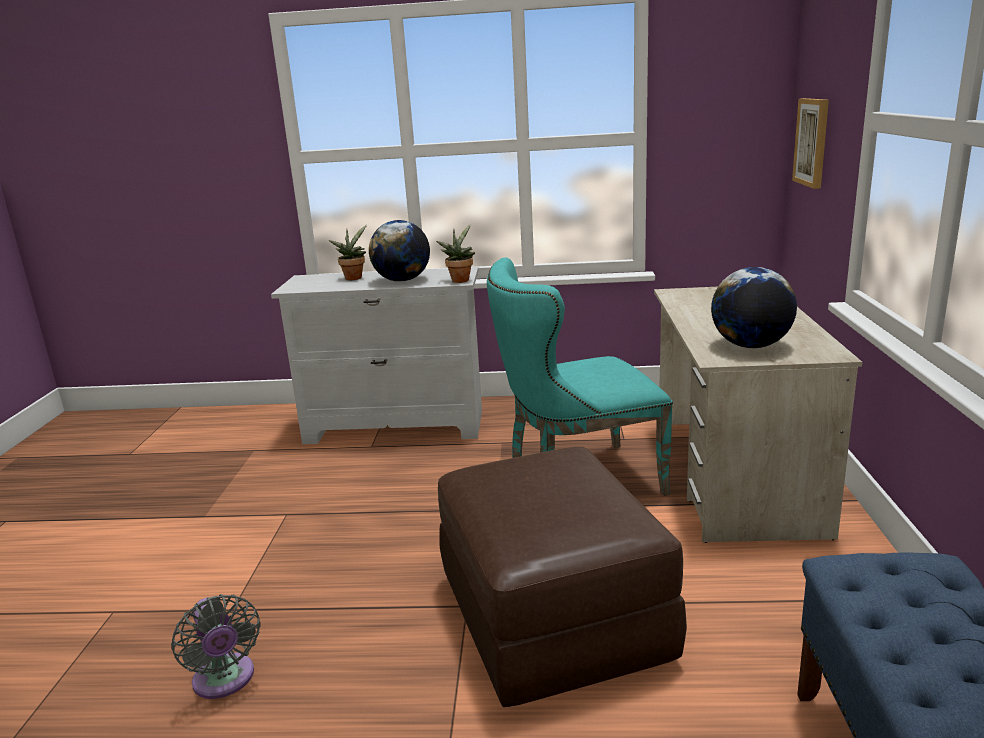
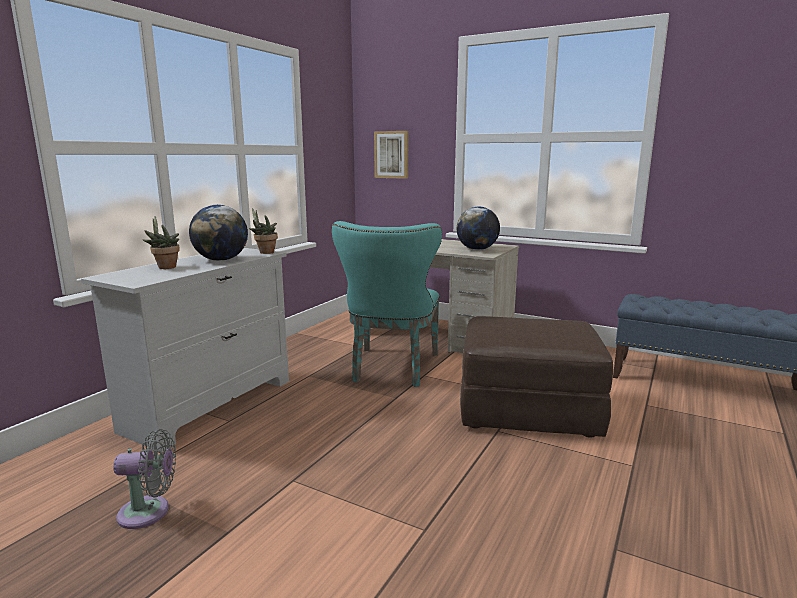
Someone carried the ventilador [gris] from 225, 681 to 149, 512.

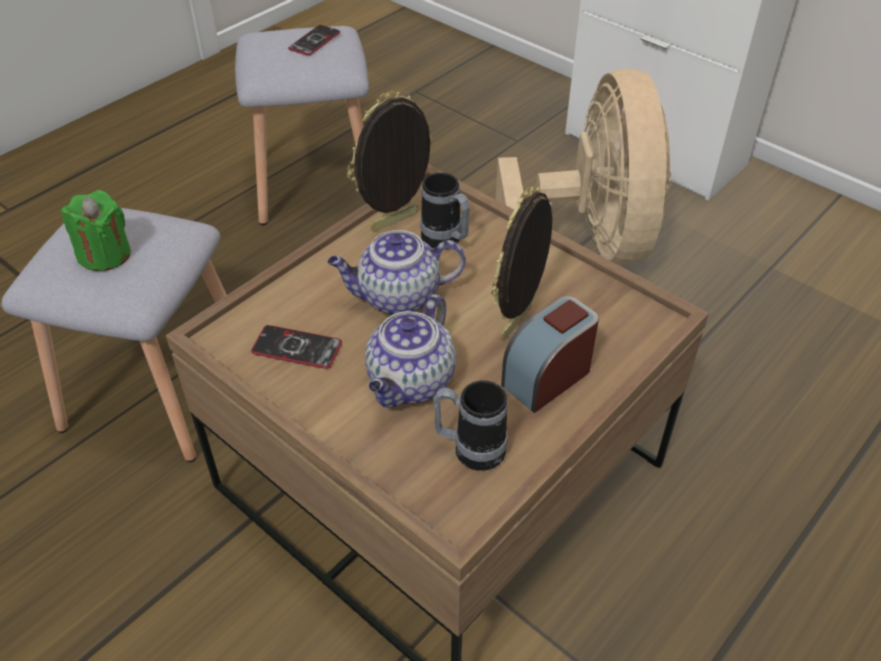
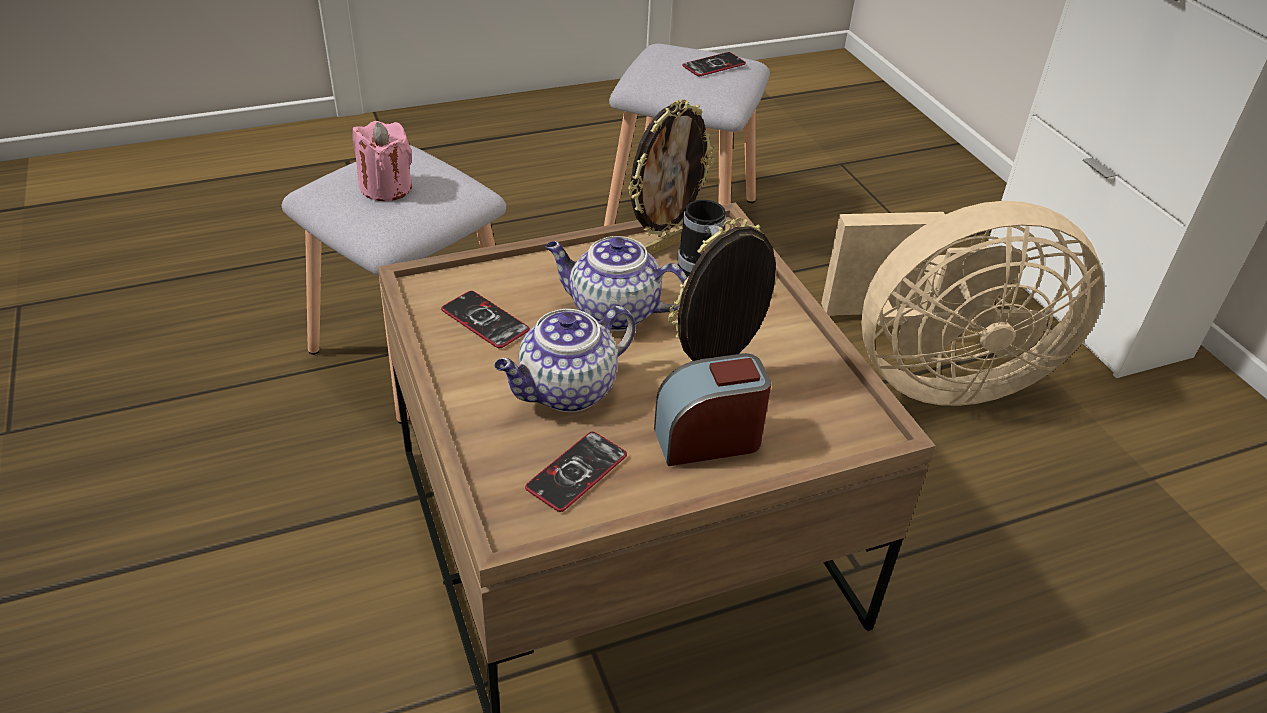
Someone repainted the vela [verde] at 105, 255, which became the vela [rosa] at 386, 188.
Someone rotated the portarretratos at 396, 223 by 150 degrees clockwise.
Someone swapped the taza grande at 469, 449 for the móvil at 577, 472.
Someone rotated the ventilador [beis] at 587, 247 by 60 degrees clockwise.

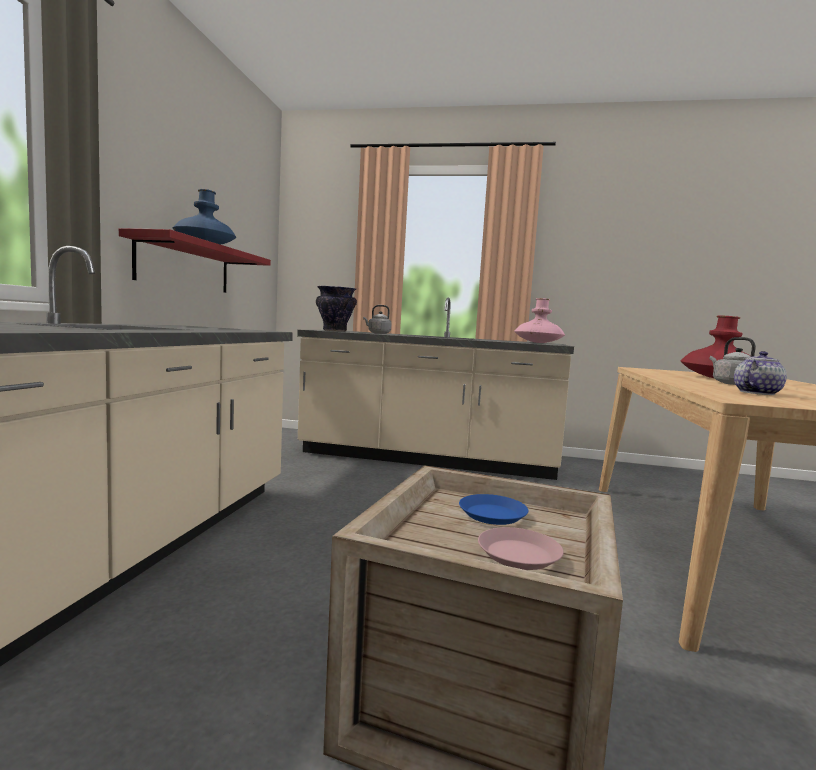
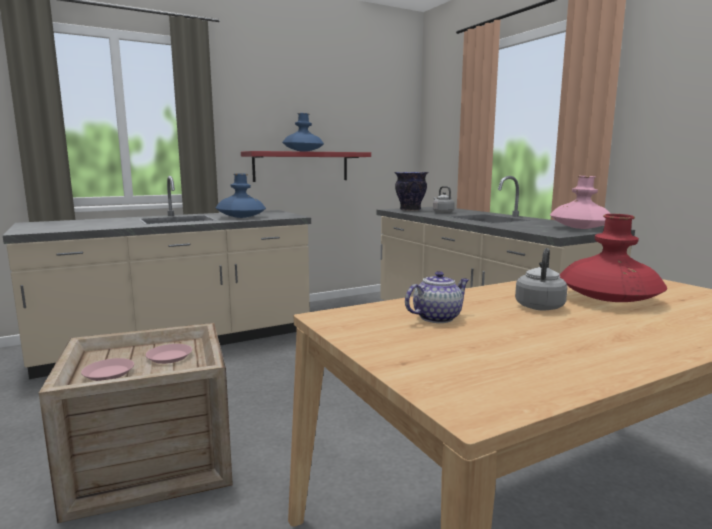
Someone repainted the plato [azul] at 492, 515, which became the plato [rosa] at 169, 357.
Someone rotated the tetera at 757, 393 by 45 degrees counterclockwise.
Someone put down the florero [azul] at 241, 217.

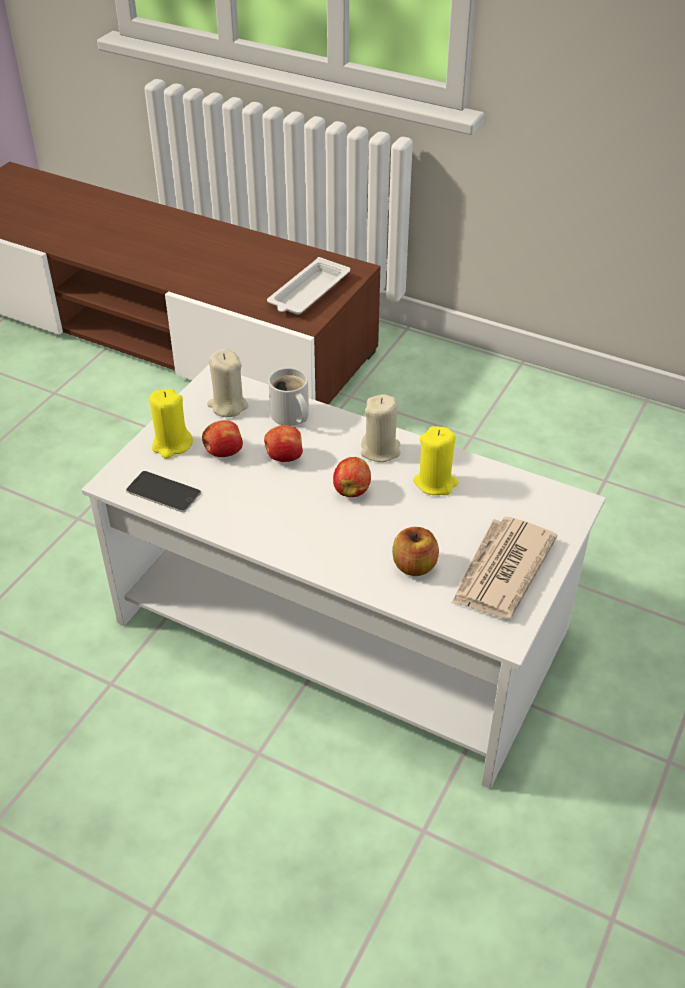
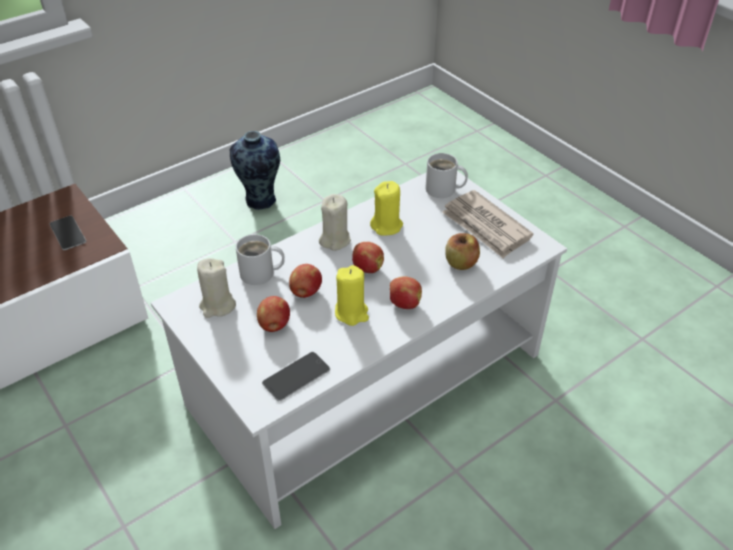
Someone carried the vela [amarillo] from 171, 445 to 351, 313.
Someone swapped the bandeja [blanco] at 308, 293 for the móvil at 67, 233.
Someone put down the florero at 259, 201.
Someone put down the manzana at 404, 303.
Someone put down the taza grande [blanco] at 443, 190.

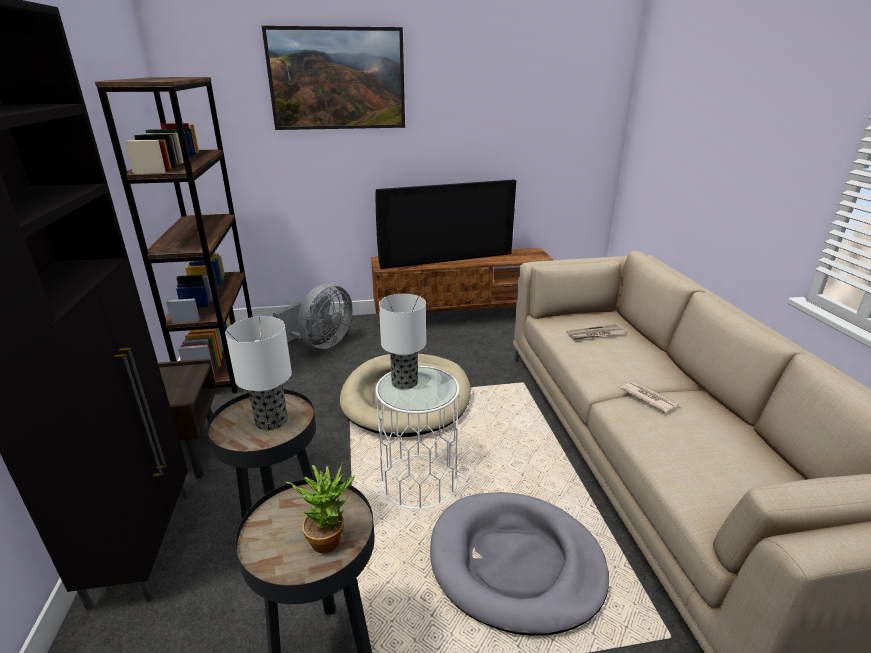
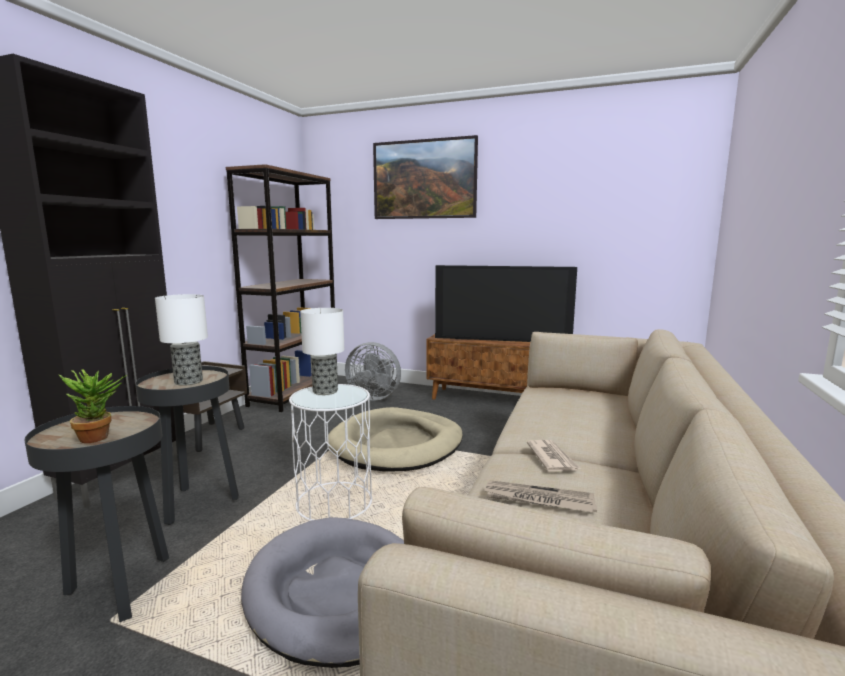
Someone rotated the ventilador [gris] at 321, 344 by 45 degrees clockwise.
Someone carried the periódico from 595, 334 to 538, 500.

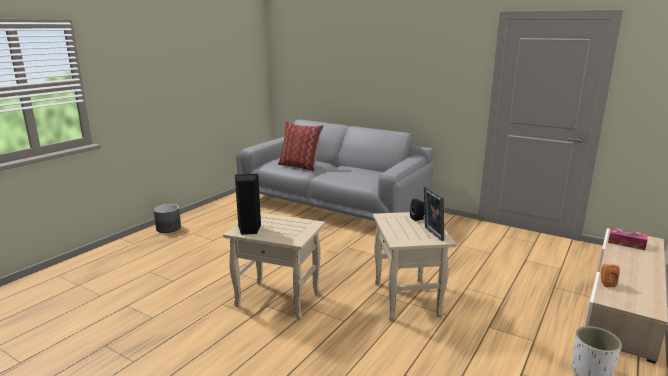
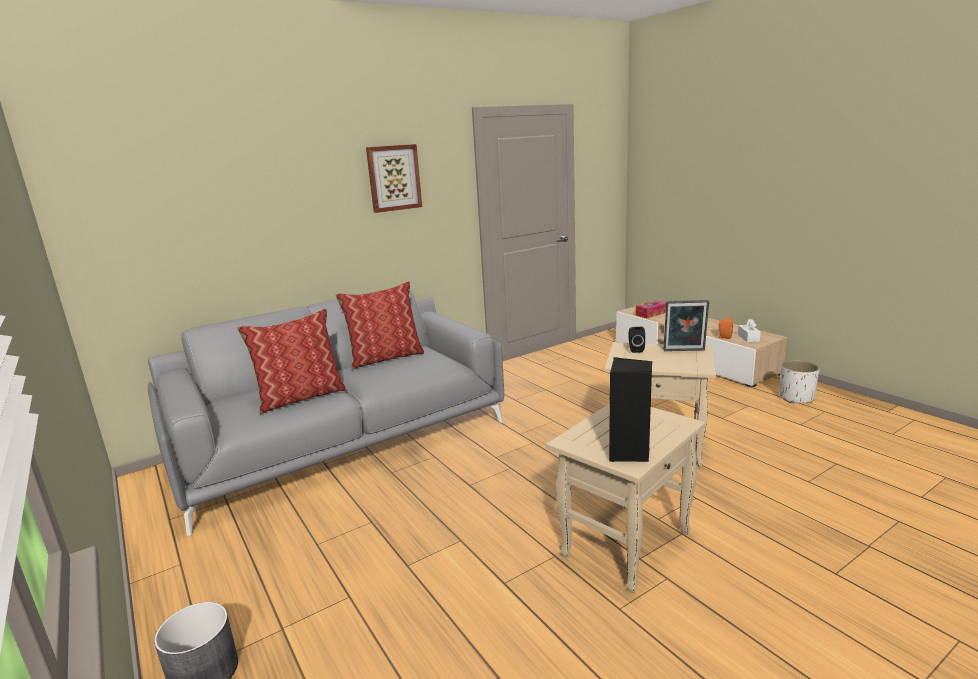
Someone put down the cojín at 385, 358.
Someone put up the cuadro at 394, 178.
Someone put down the caja de pañuelos [blanco] at 748, 338.

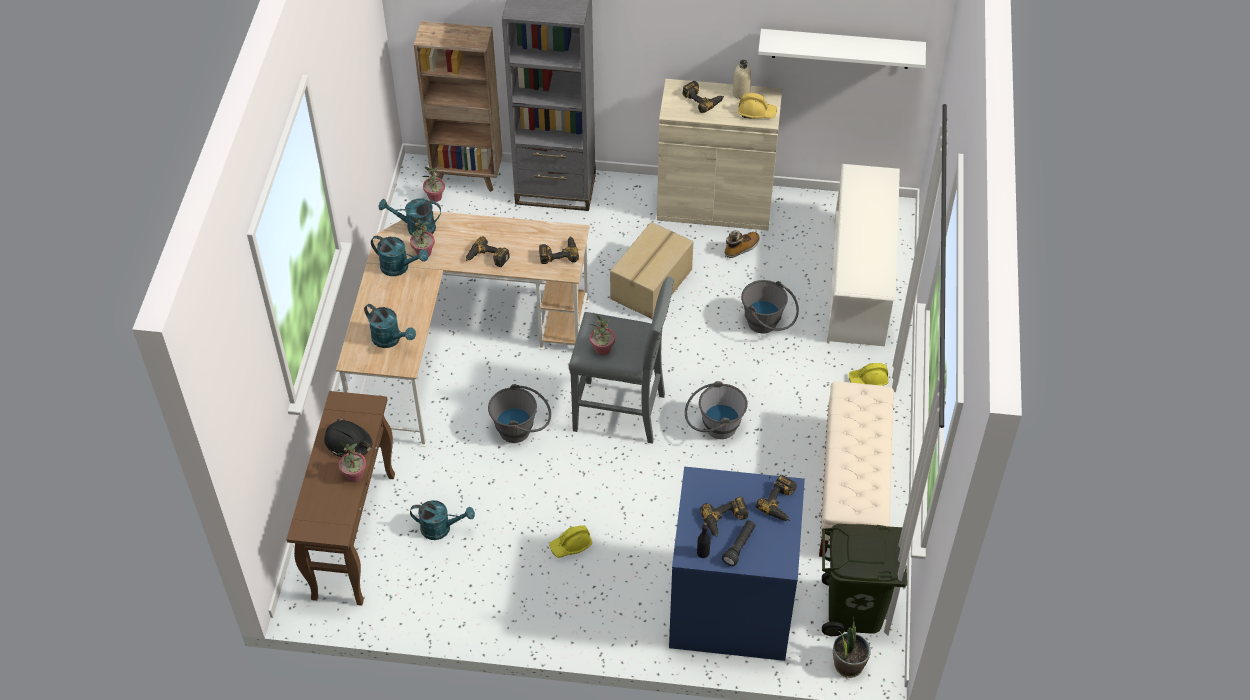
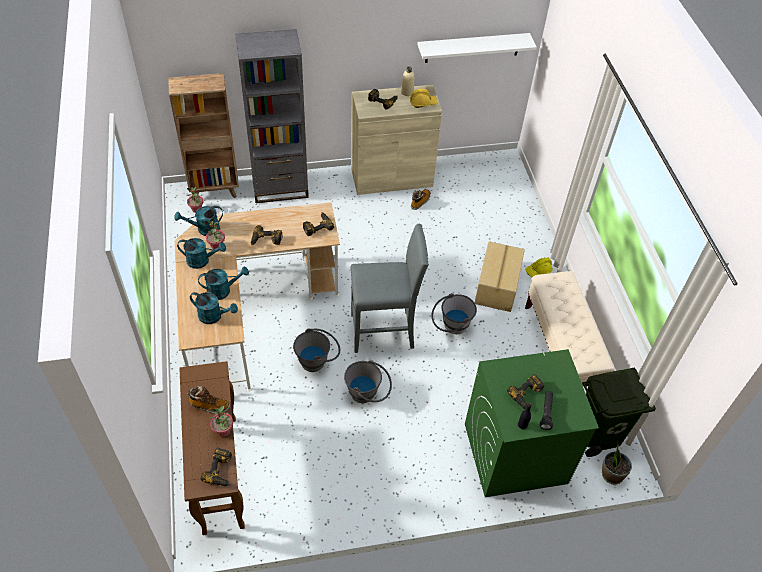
Someone swapped the casco [negro] at 348, 443 for the bota at 209, 405.
Someone carried the regadera [turquesa] from 441, 528 to 223, 290.
Someone took away the casco [amarillo] at 571, 545.
Someone took away the planta en maceta at 602, 349.
Someone carried the caja de cartón from 652, 284 to 498, 286.
Someone repainted the lavadora [azul] at 730, 606, which became the lavadora [verde] at 514, 454.
Someone carried the cubo [gris] from 767, 325 to 367, 394.
Someone carried the taladro from 781, 503 to 222, 471.
Someone took away the zapatero [blanco] at 859, 282.

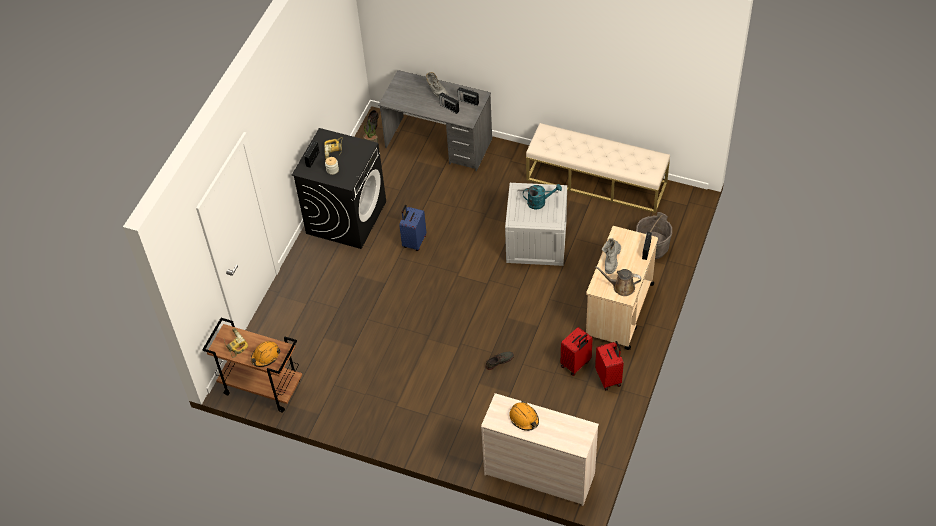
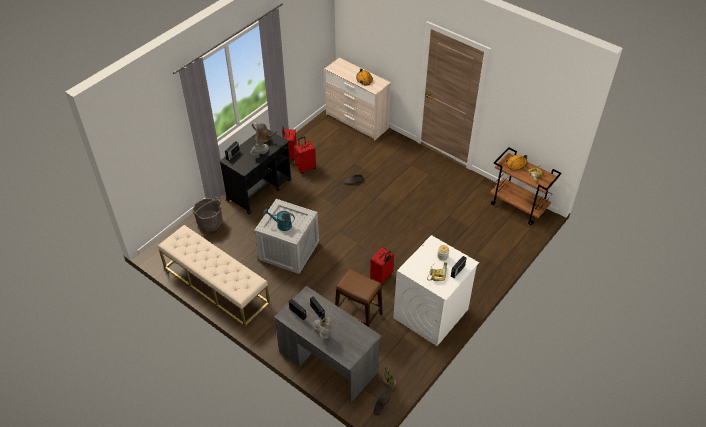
Someone repainted the lavadora [negro] at 346, 217, which became the lavadora [blanco] at 430, 314.
Someone repainted the maleta [azul] at 414, 241, which became the maleta [rojo] at 381, 277.
Someone repainted the carrito [beis] at 619, 311, which became the carrito [negro] at 259, 190.
Someone put down the taburete [marrón] at 358, 315.

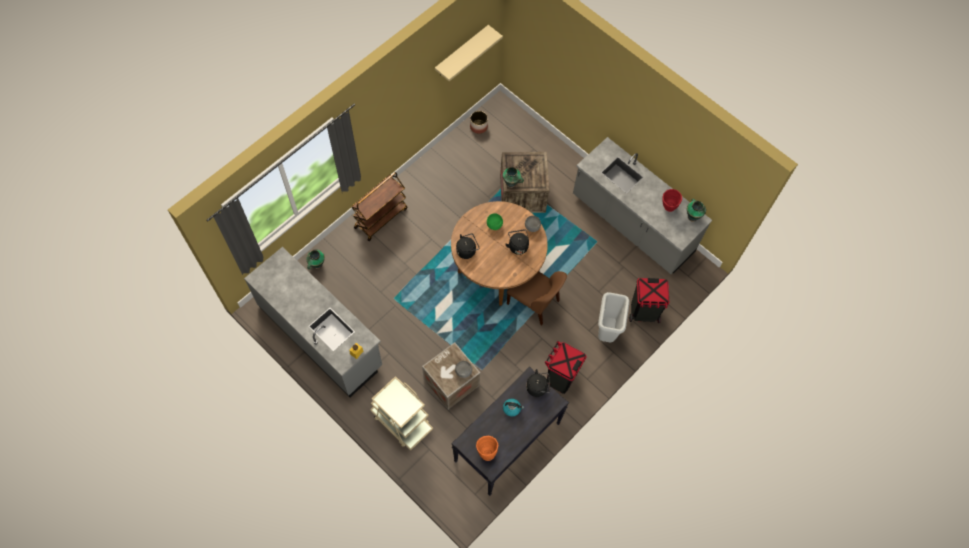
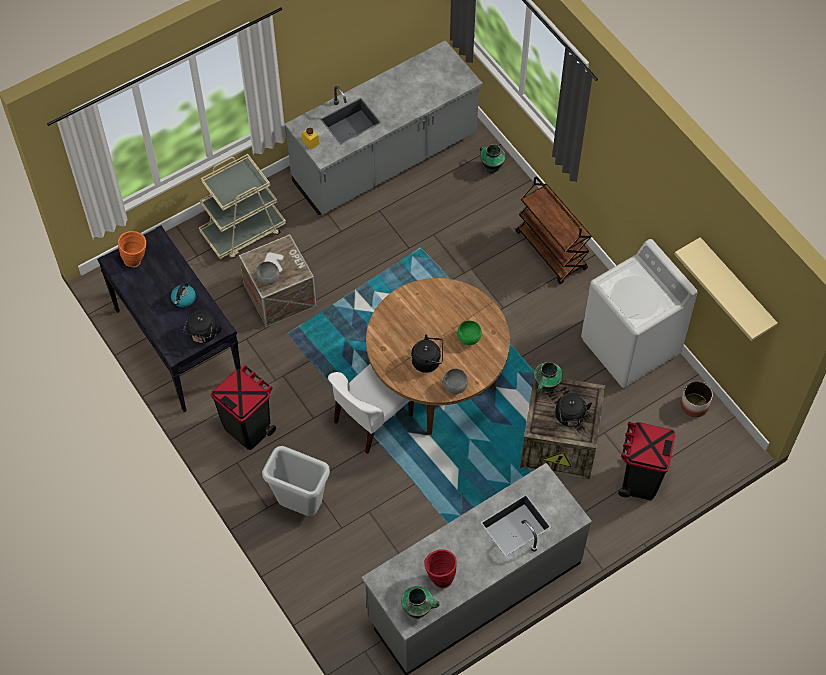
Someone carried the hervidor [negro] from 467, 250 to 570, 417.
Someone repainted the silla [marrón] at 534, 303, which became the silla [blanco] at 371, 419.
Someone carried the papelera [negro] from 644, 312 to 639, 480.
Someone put down the lavadora [blanco] at 630, 347.

